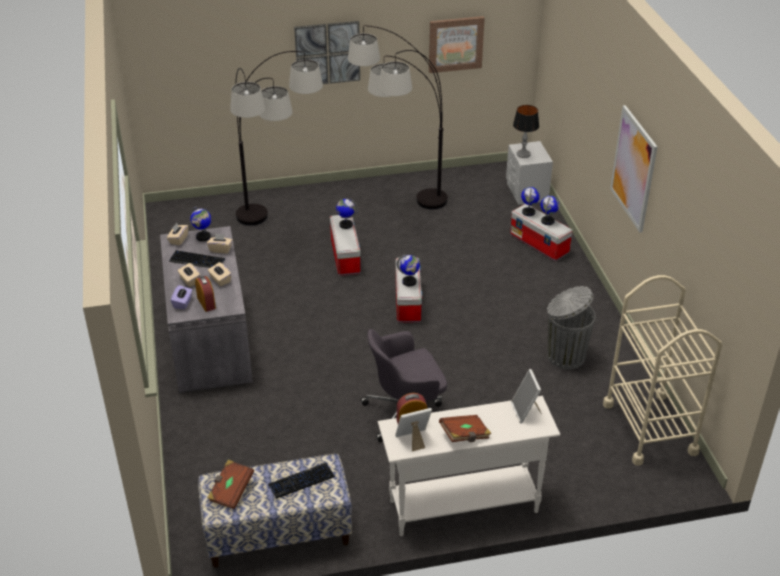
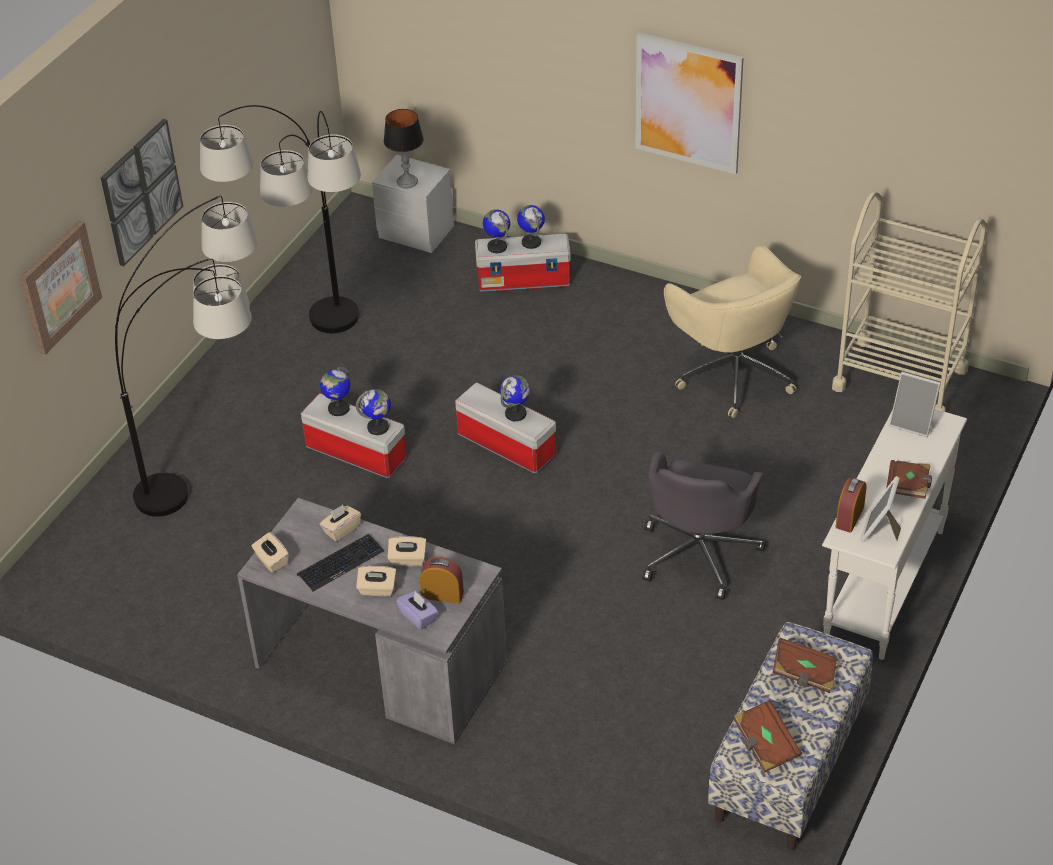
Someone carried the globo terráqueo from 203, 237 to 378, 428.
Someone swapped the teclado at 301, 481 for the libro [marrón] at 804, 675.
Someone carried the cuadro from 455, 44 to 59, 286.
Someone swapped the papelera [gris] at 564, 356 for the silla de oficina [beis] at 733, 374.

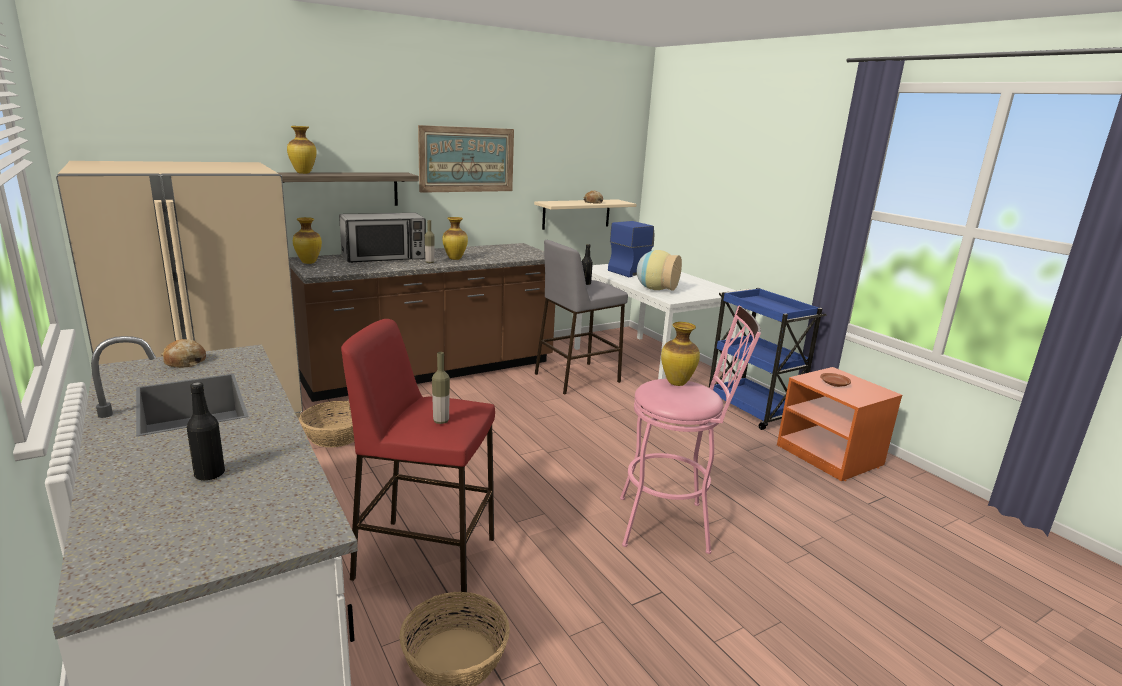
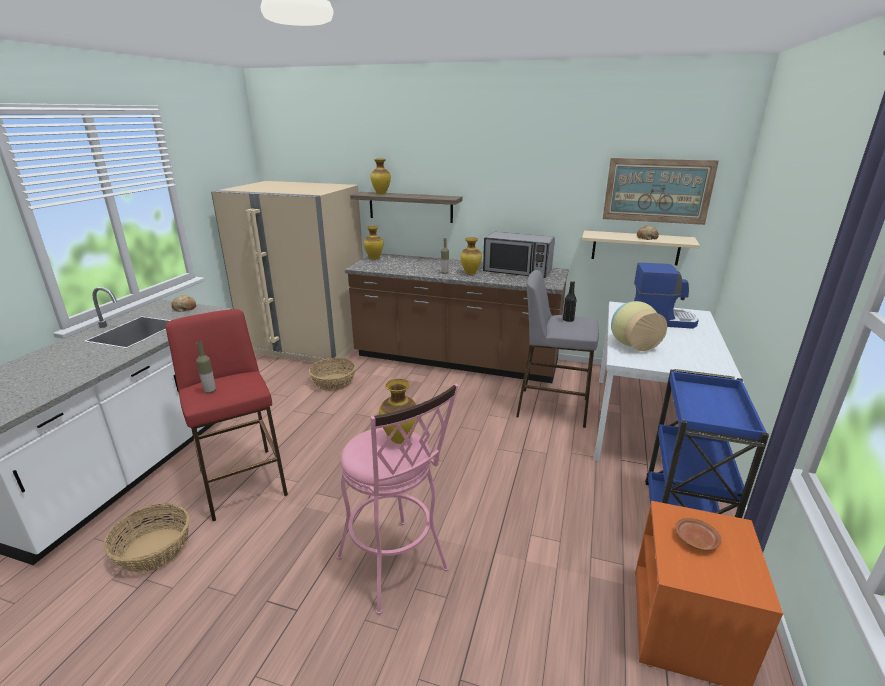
Someone took away the botella [negro] at 209, 474.
Someone carried the microondas from 384, 257 to 517, 271.
Someone carried the cuadro from 467, 159 to 657, 191.

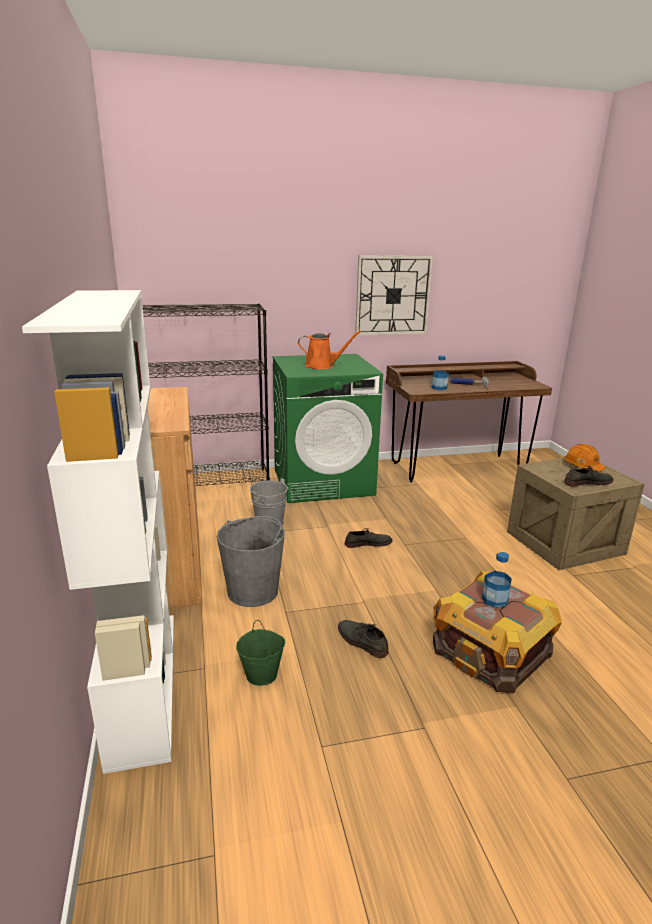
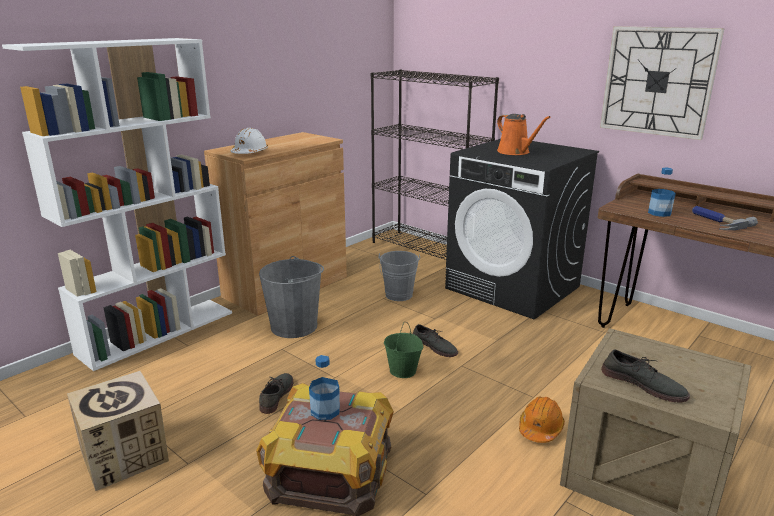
Someone carried the cubo [verde] from 262, 674 to 403, 371.
Someone repainted the lavadora [verde] at 323, 482, which became the lavadora [negro] at 513, 287.
Someone carried the casco [naranja] from 582, 466 to 540, 428.
Someone put down the caja de cartón at 125, 455.
Someone put down the casco [blanco] at 249, 153.

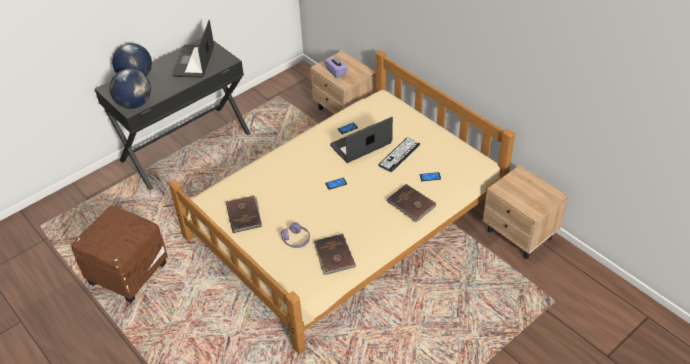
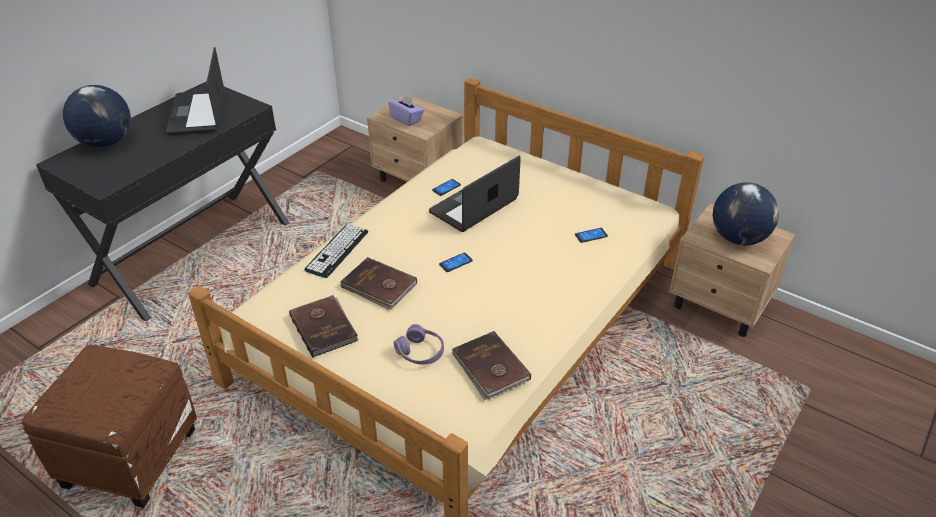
Someone carried the globo terráqueo from 134, 104 to 738, 238.
Someone carried the teclado from 399, 155 to 337, 251.
Someone carried the libro [marrón] from 411, 204 to 379, 286.

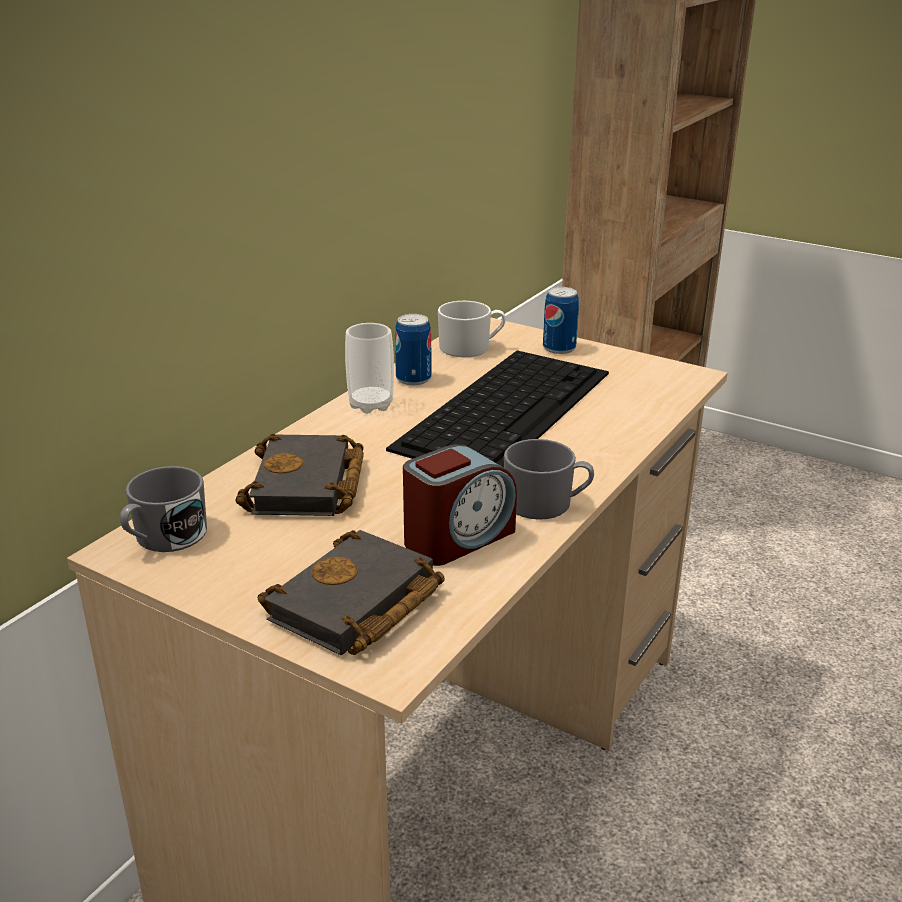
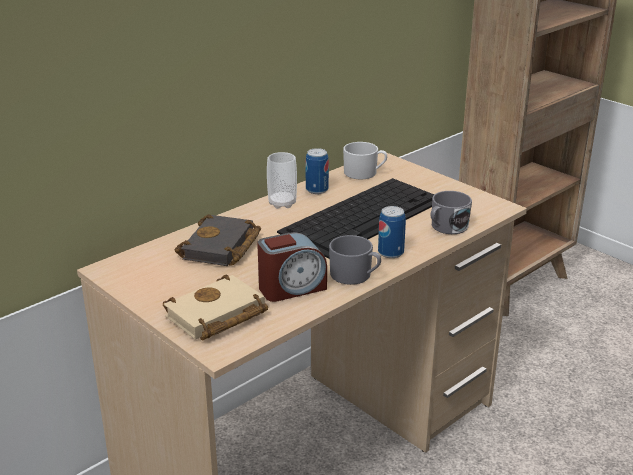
Someone carried the taza grande [gris] from 164, 538 to 446, 227.
Someone repainted the libro [negro] at 355, 607, which became the libro [beis] at 215, 316.
Someone carried the lata from 559, 348 to 390, 252.

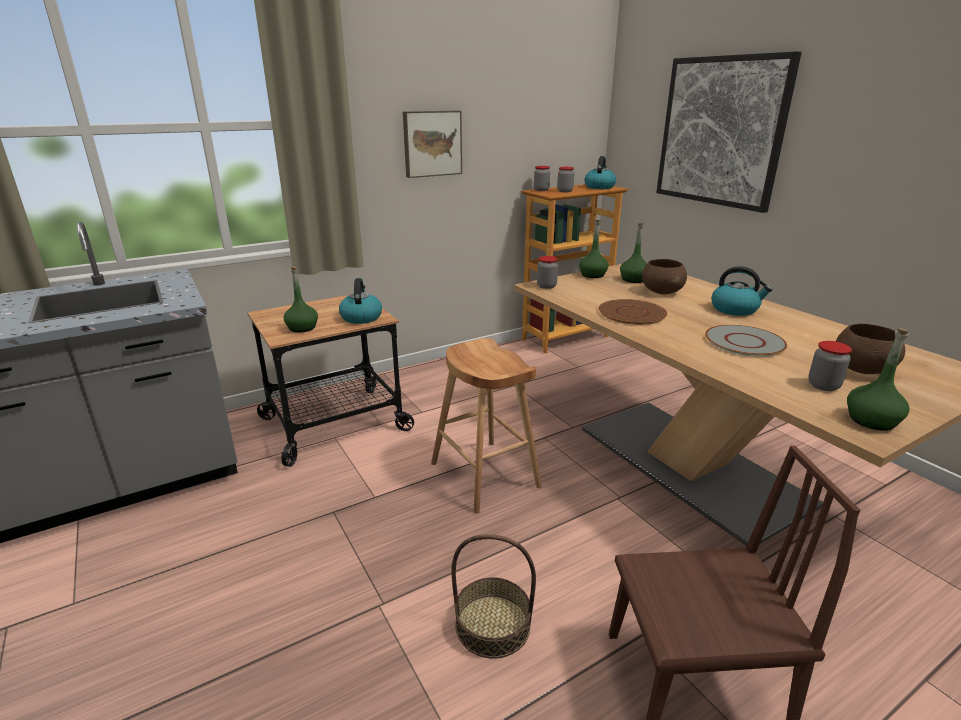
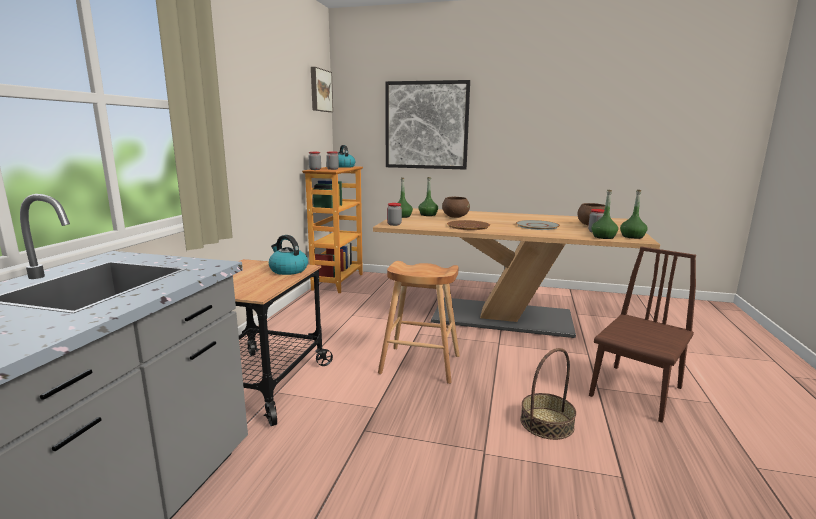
Someone carried the botella [verde] from 302, 328 to 603, 237.
Someone carried the cuadro from 432, 143 to 320, 90.
Someone took away the hervidor at 735, 309.

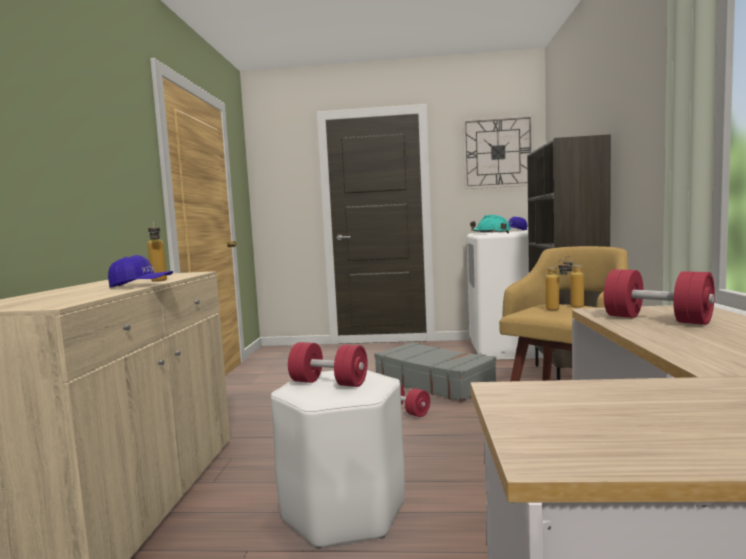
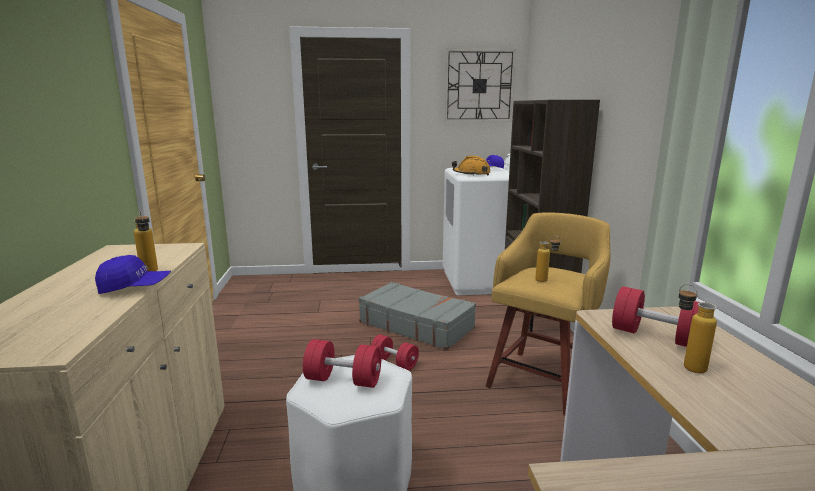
Someone repainted the casco [turquesa] at 491, 233, which became the casco [naranja] at 471, 174.
Someone carried the botella from 573, 306 to 686, 365.

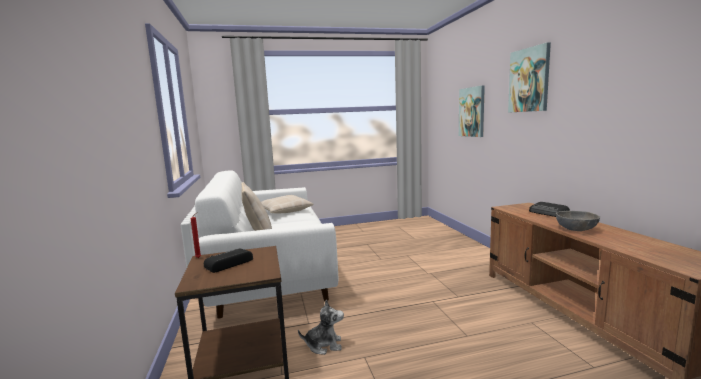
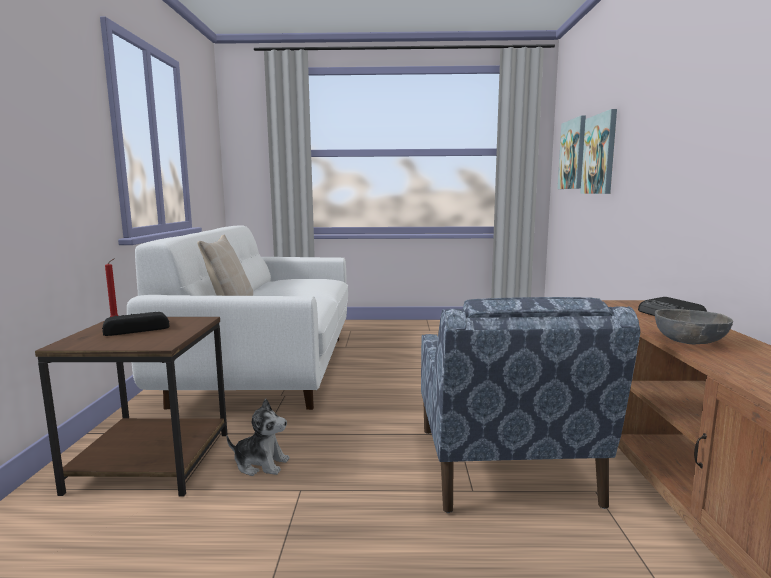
Someone took away the cojín [beis] at 284, 211.
Someone carried the cuadro from 529, 80 to 573, 154.
Someone put down the sillón [azul] at 503, 467.

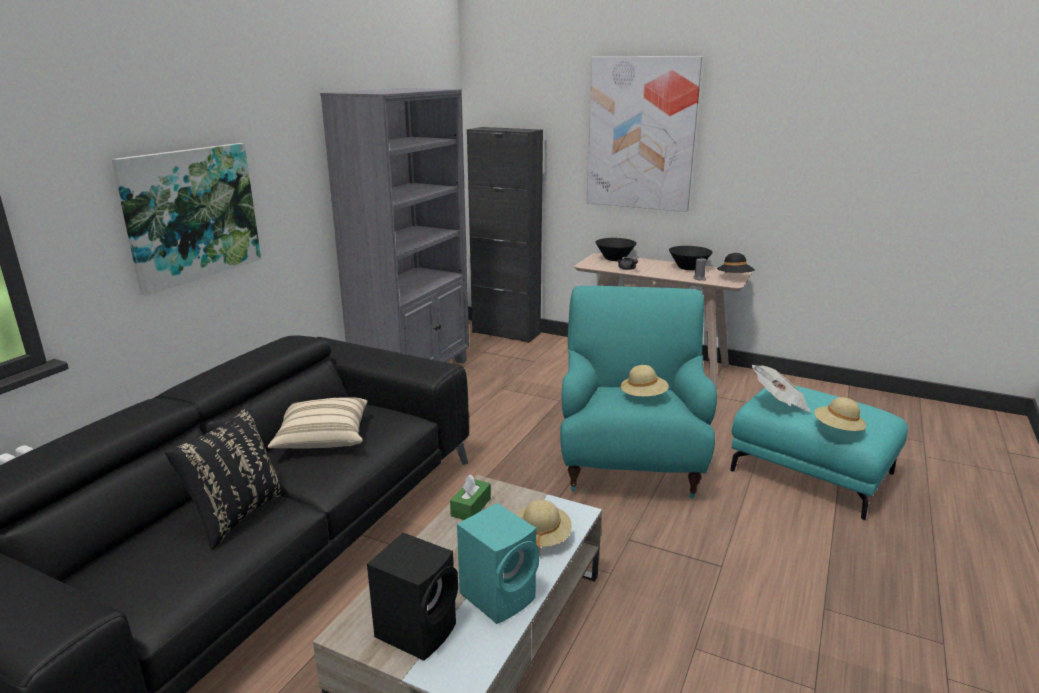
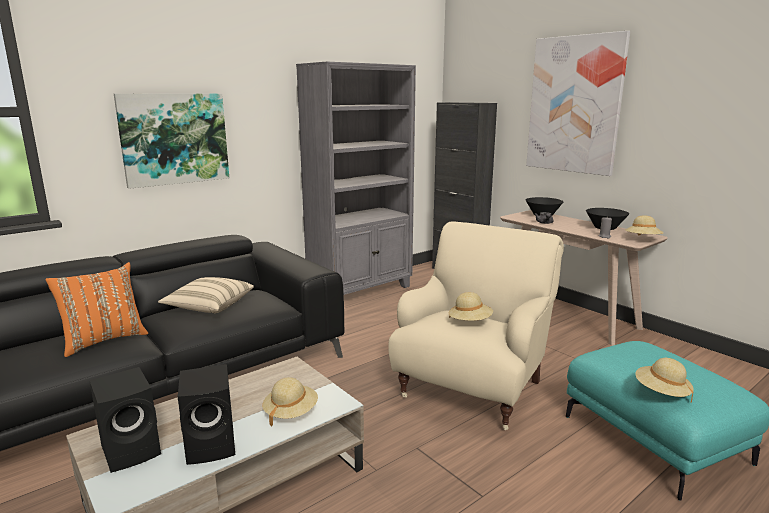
Someone repainted the cojín [negro] at 236, 515, which became the cojín [naranja] at 104, 340.
Someone took away the caja de pañuelos [verde] at 471, 507.
Someone repainted the altavoz [turquesa] at 500, 595, which became the altavoz [negro] at 213, 445.
Someone repainted the sillón [turquesa] at 630, 464, which became the sillón [beis] at 473, 388.
Someone repainted the sombrero [negro] at 734, 277, which became the sombrero [beis] at 642, 239.
Someone took away the periódico at 779, 402.

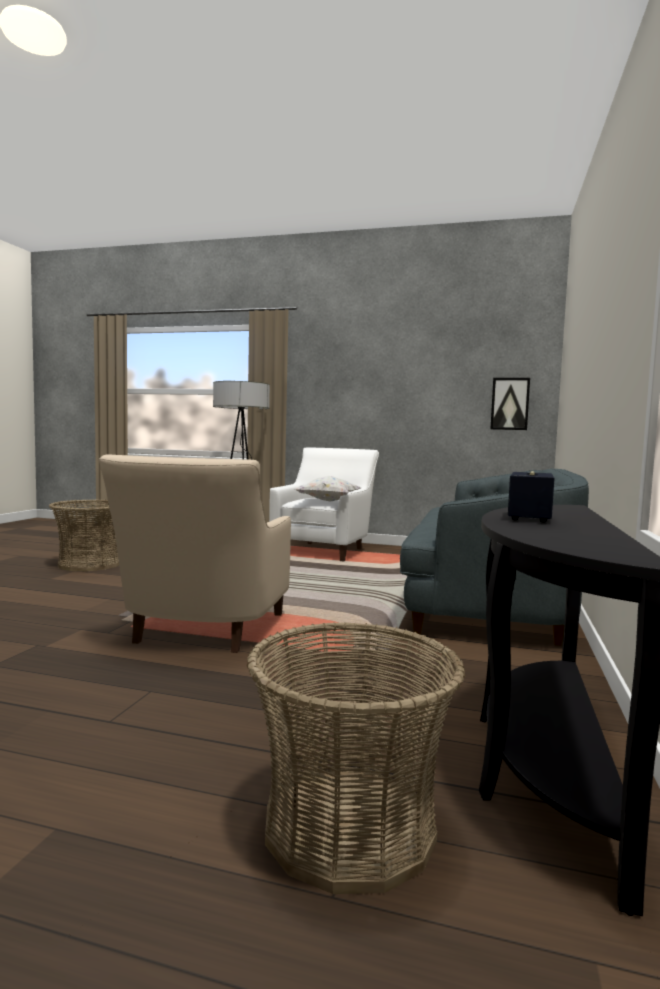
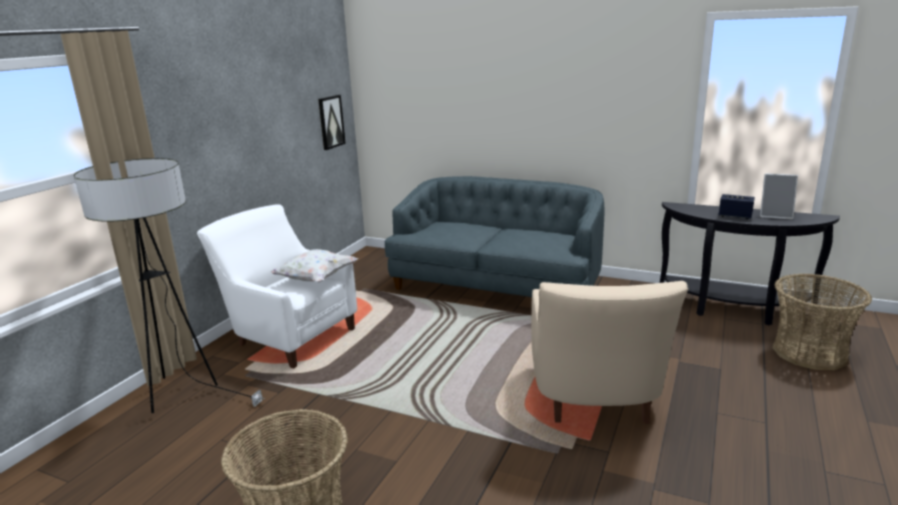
Someone rotated the sillón [beis] at 201, 632 by 75 degrees clockwise.
Someone put down the portarretratos at 775, 215.

